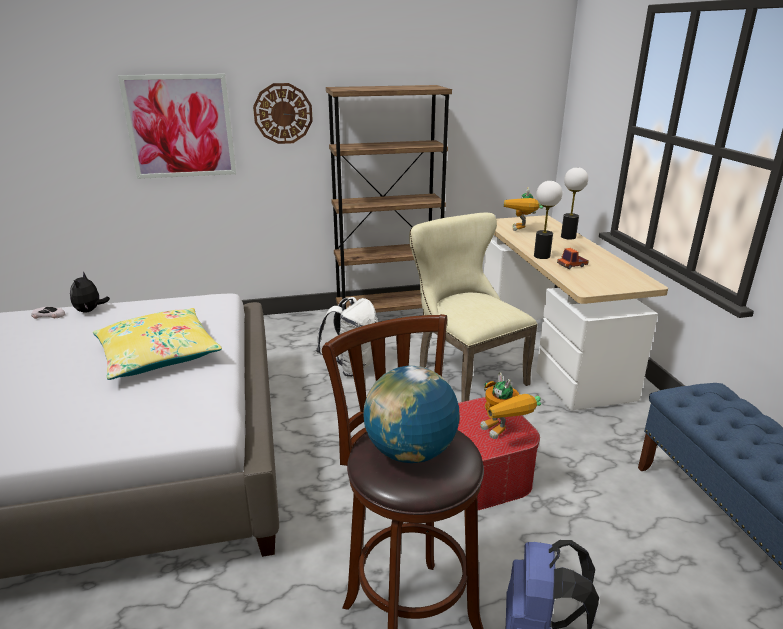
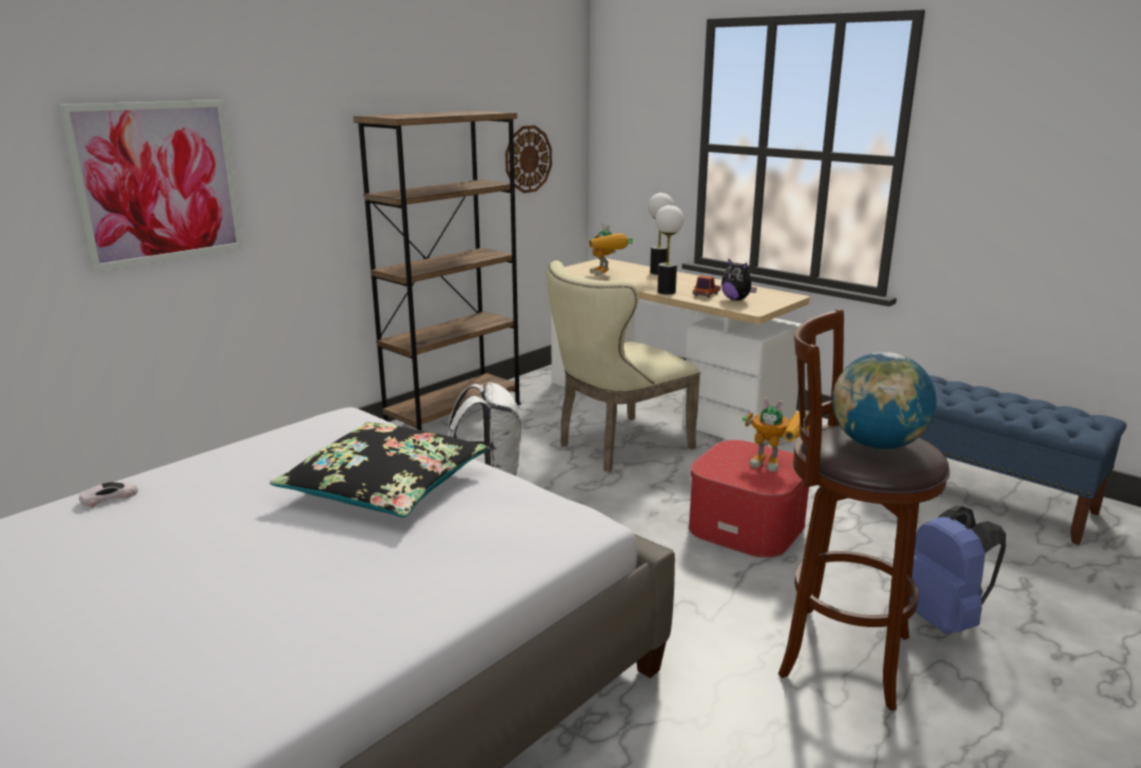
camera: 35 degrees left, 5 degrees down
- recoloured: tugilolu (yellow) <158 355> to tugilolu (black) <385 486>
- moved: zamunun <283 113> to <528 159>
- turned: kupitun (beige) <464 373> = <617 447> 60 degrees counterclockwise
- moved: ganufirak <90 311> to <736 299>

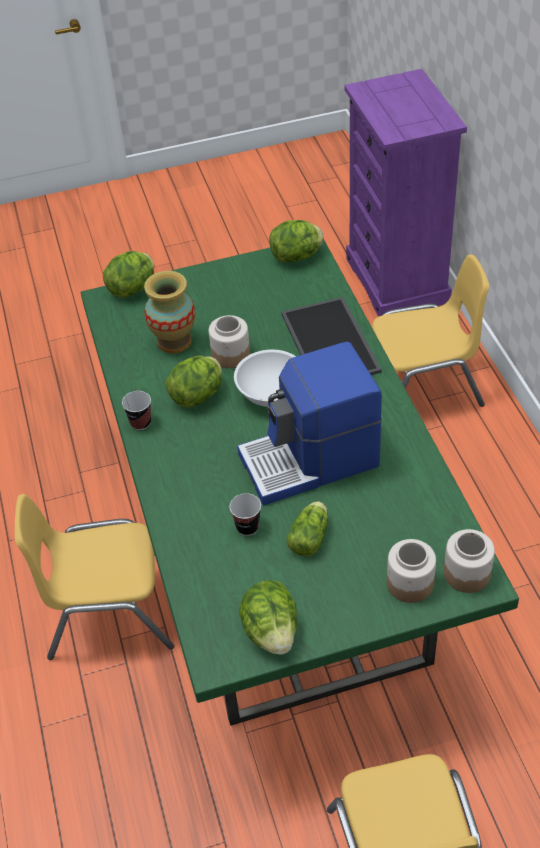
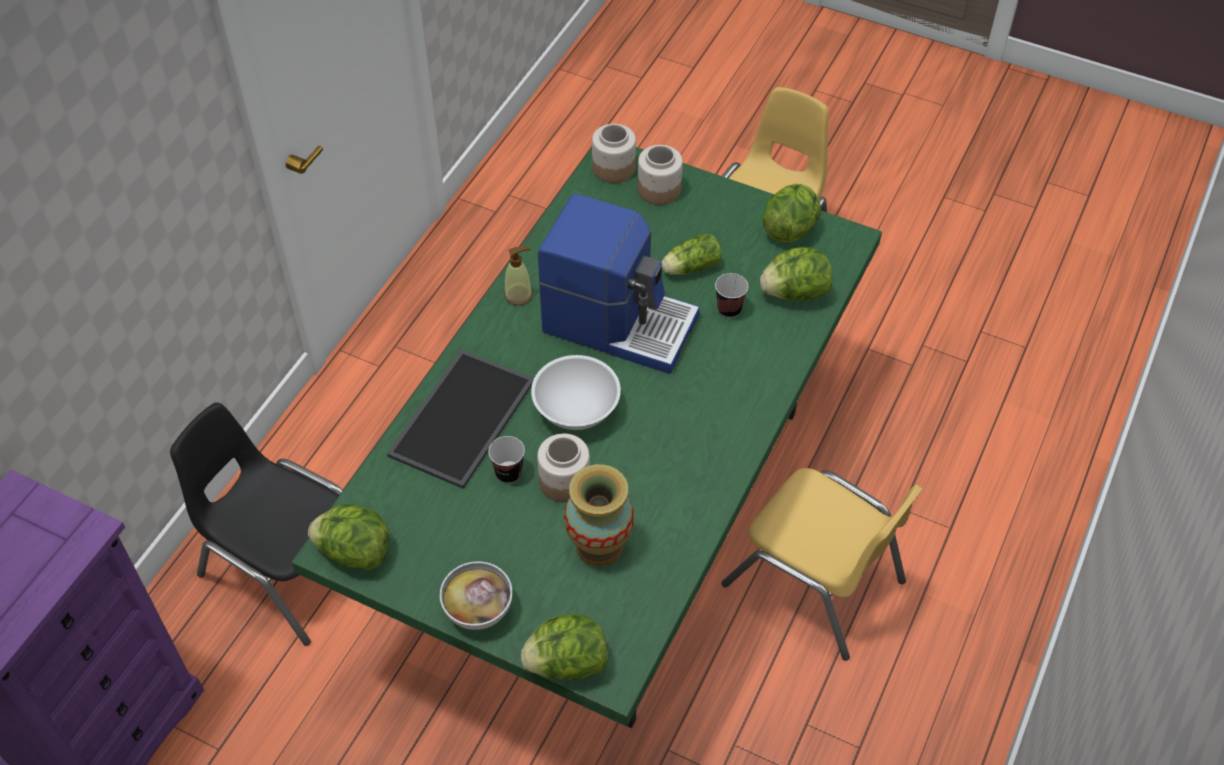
camera: 140 degrees left, 5 degrees up
- recoloured: kupitun (yellow) <422 388> to kupitun (black) <288 565>
- added: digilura <478 611>
- moved: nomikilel <140 423> to <508 473>
- added: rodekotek <518 295>
- moved: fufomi <198 395> to <794 293>

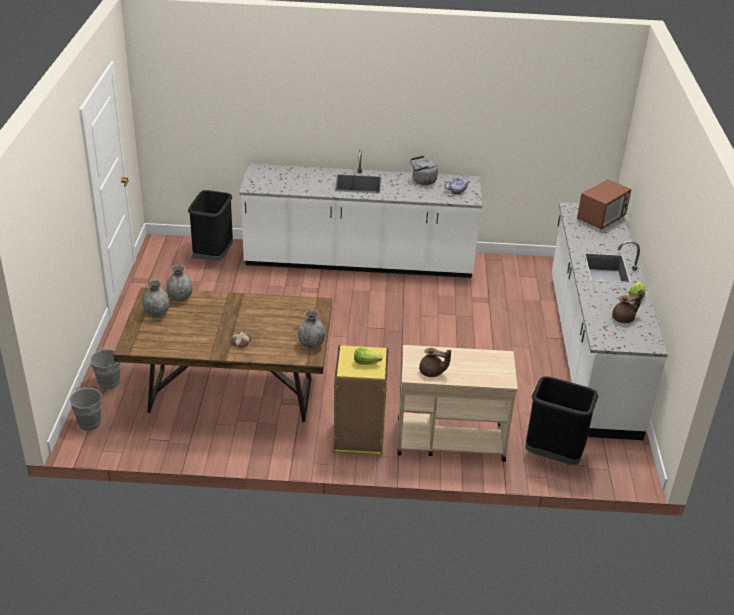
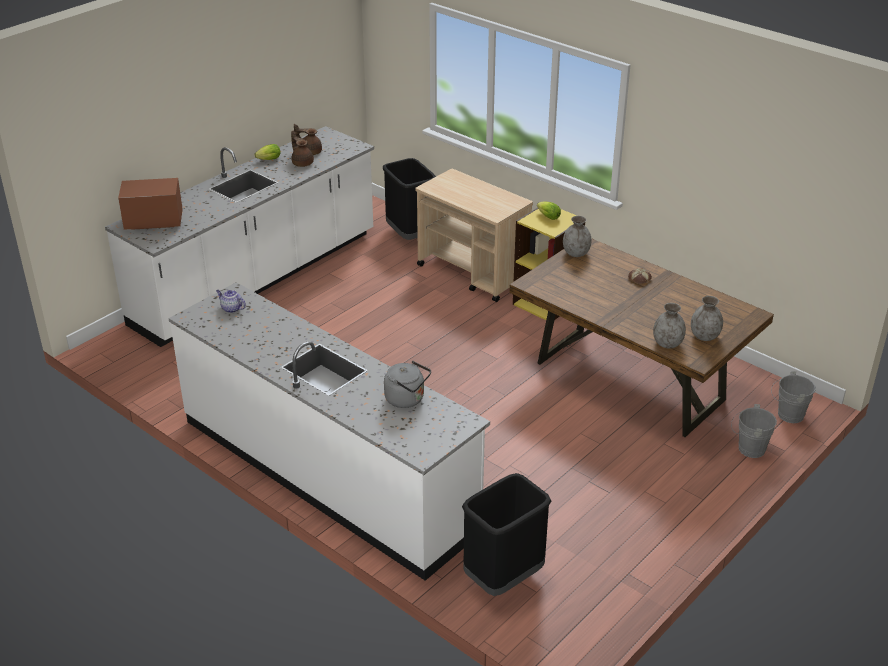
camera: 140 degrees left, 0 degrees up
- moved: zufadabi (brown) <432 373> to <302 163>
- moved: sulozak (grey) <422 181> to <407 399>

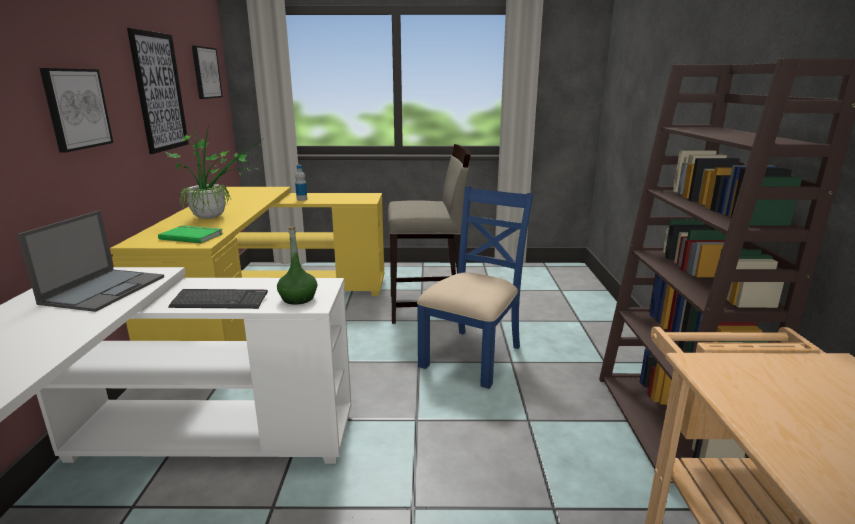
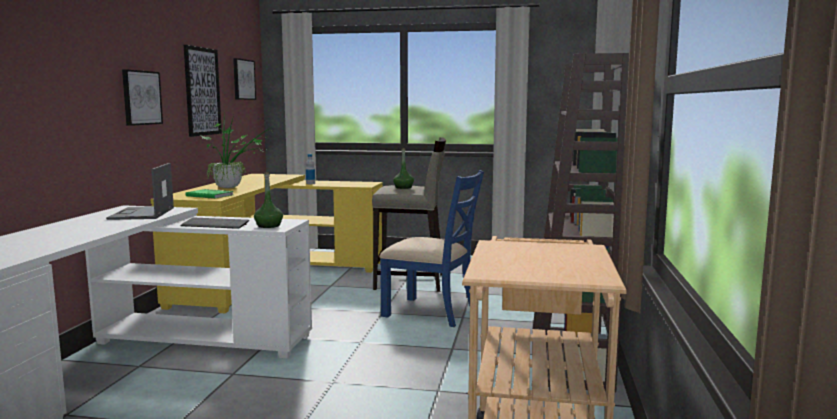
camera: 10 degrees right, 10 degrees down
- turned: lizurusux <105 289> = <142 214> 150 degrees clockwise
- turned: kupitun (blue) <473 356> = <431 312> 75 degrees clockwise
- added: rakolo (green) <403 187>

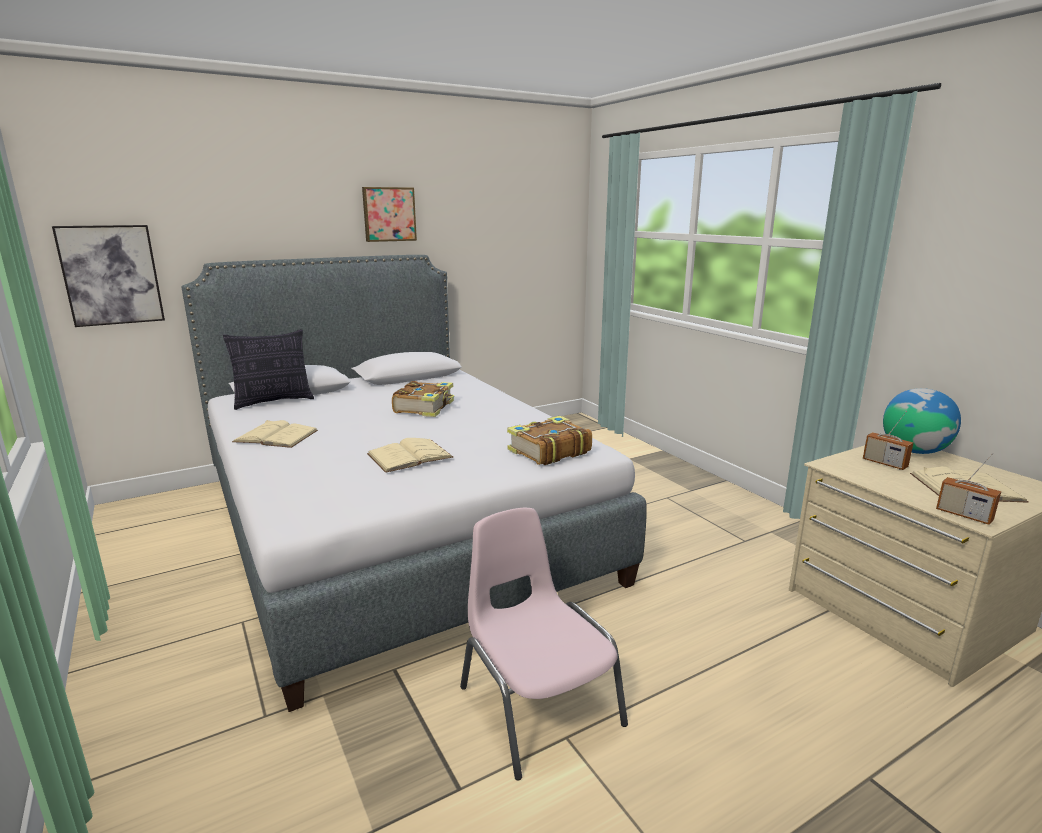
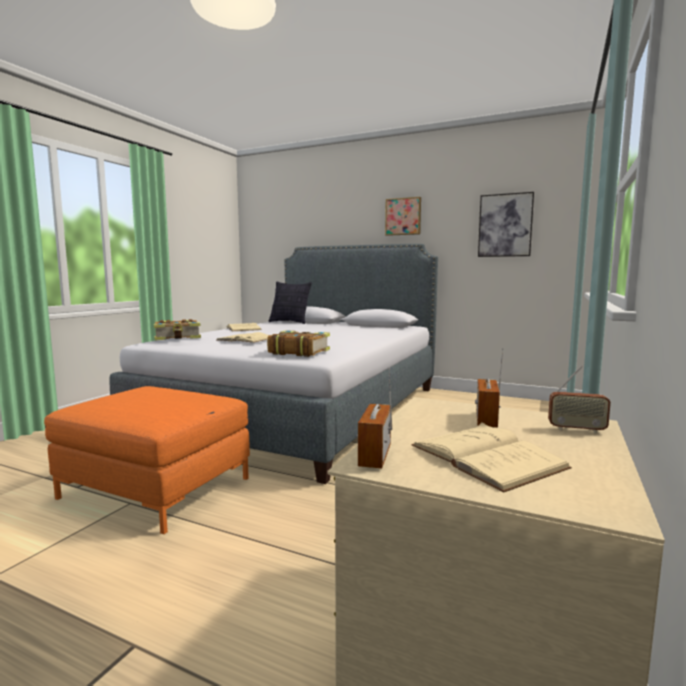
camera: 55 degrees right, 10 degrees down
- replaced: kupitun (pink) <538 704> to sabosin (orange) <157 488>
- moved: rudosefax <425 407> to <178 337>
- moved: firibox <111 275> to <505 225>
- replaced: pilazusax <914 451> to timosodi <576 429>

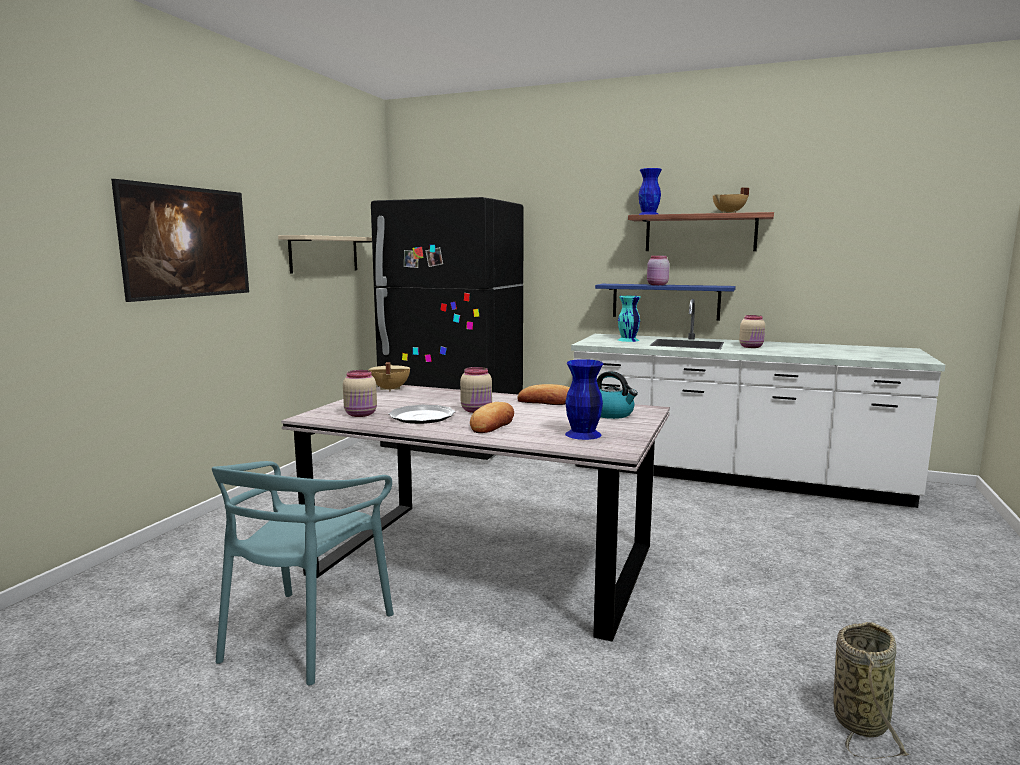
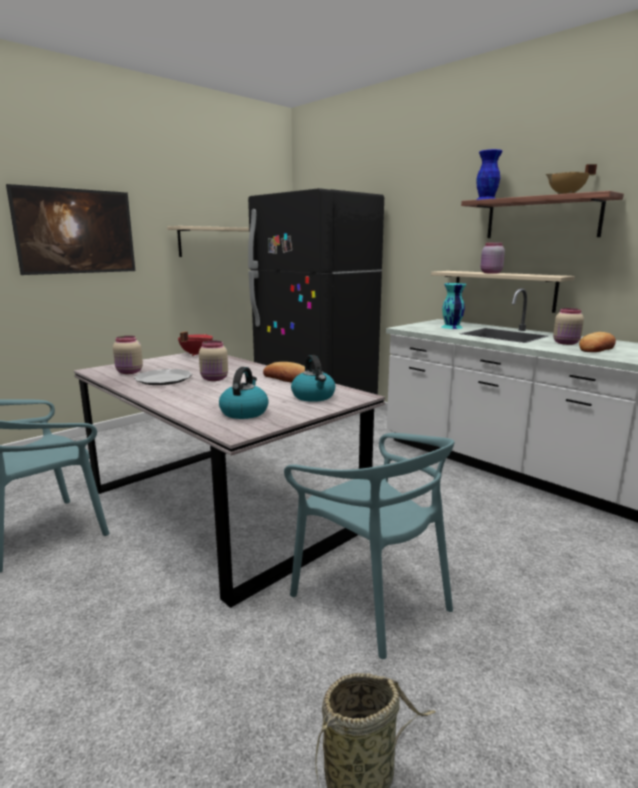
camera: 25 degrees right, 5 degrees up
- recoloured: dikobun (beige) <389 389> to dikobun (red) <195 354>
- replaced: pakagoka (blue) <582 434> to sulozak <244 412>
- added: kupitun (turquoise) <372 598>
- recoloured: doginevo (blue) <665 301> to doginevo (beige) <503 290>
- moved: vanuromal <493 424> to <597 348>

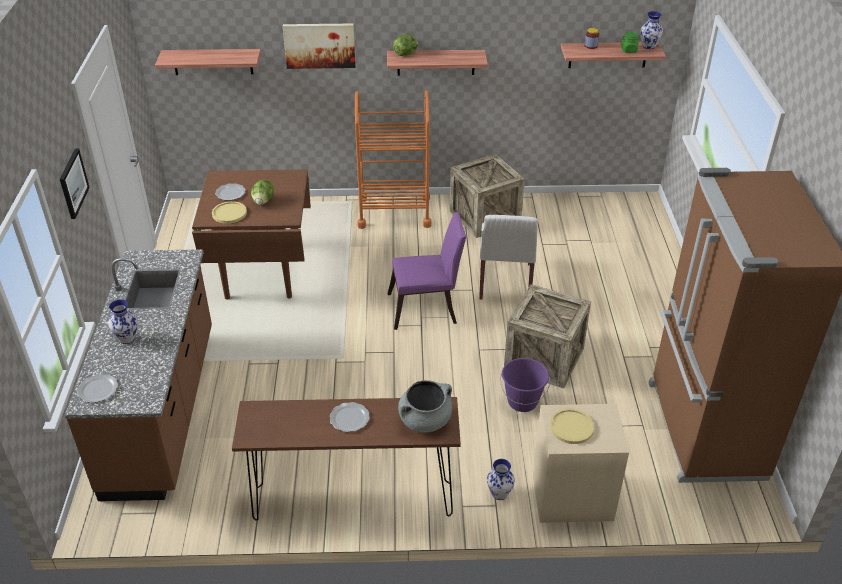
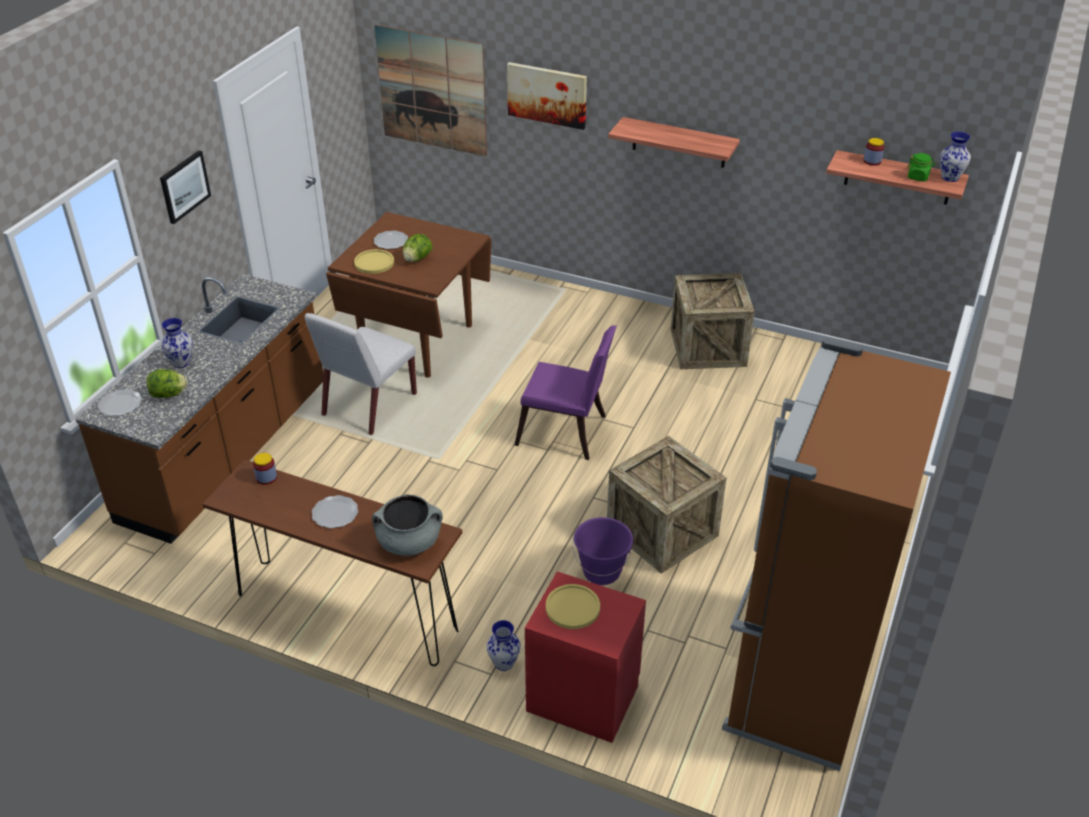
camera: 25 degrees right, 0 degrees up
- moved: fufomi <406 54> to <169 395>
- added: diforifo <266 477>
- moved: kupitun (white) <505 282> to <368 405>
- replaced: doginevo <212 61> to firibox <432 91>
- recoloured: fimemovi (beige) <572 496> to fimemovi (red) <583 697>
- removed: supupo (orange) <394 212>

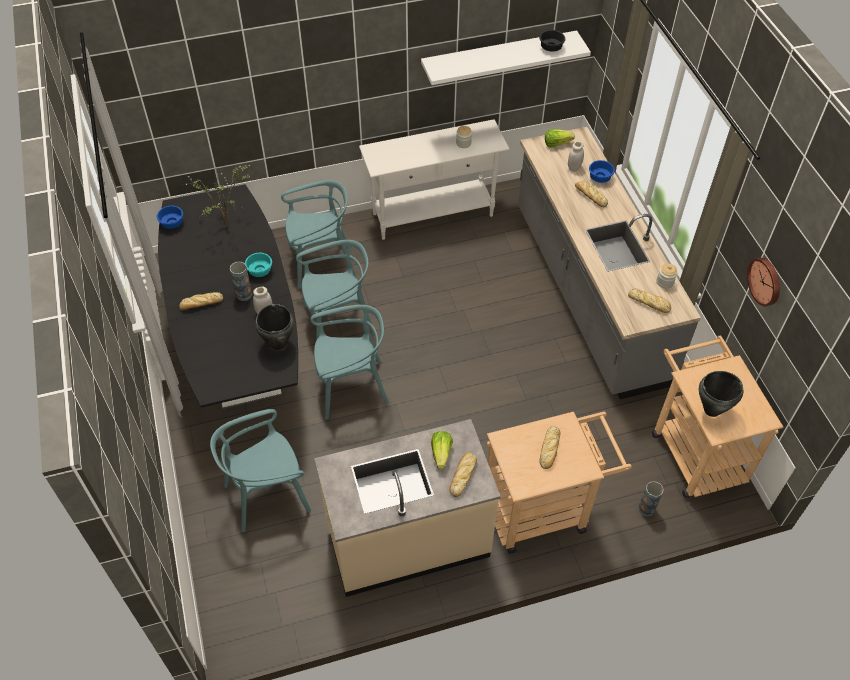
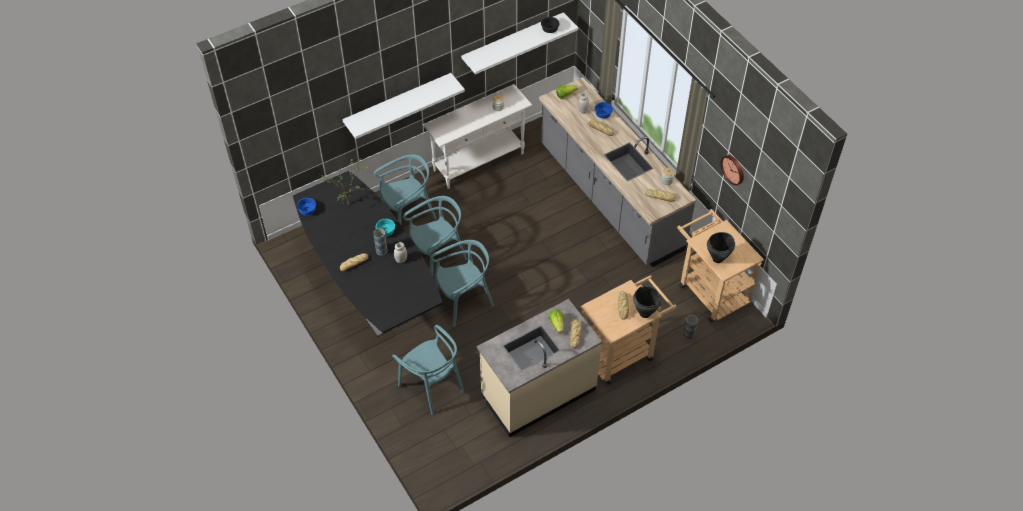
camera: 15 degrees left, 0 degrees up
- added: doginevo (white) <398 103>
- turned: kupitun (turquoise) <267 494> = <432 386> 90 degrees counterclockwise
- moved: dikobun (black) <278 344> to <644 313>

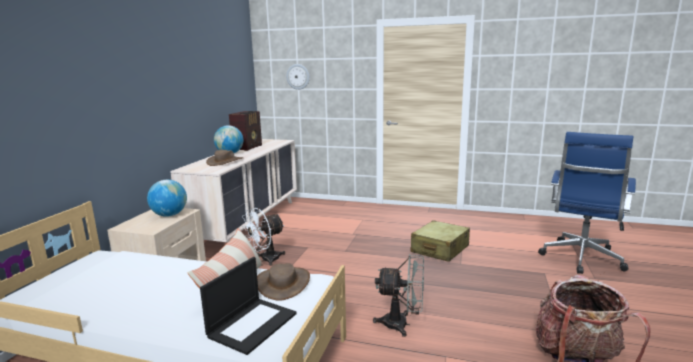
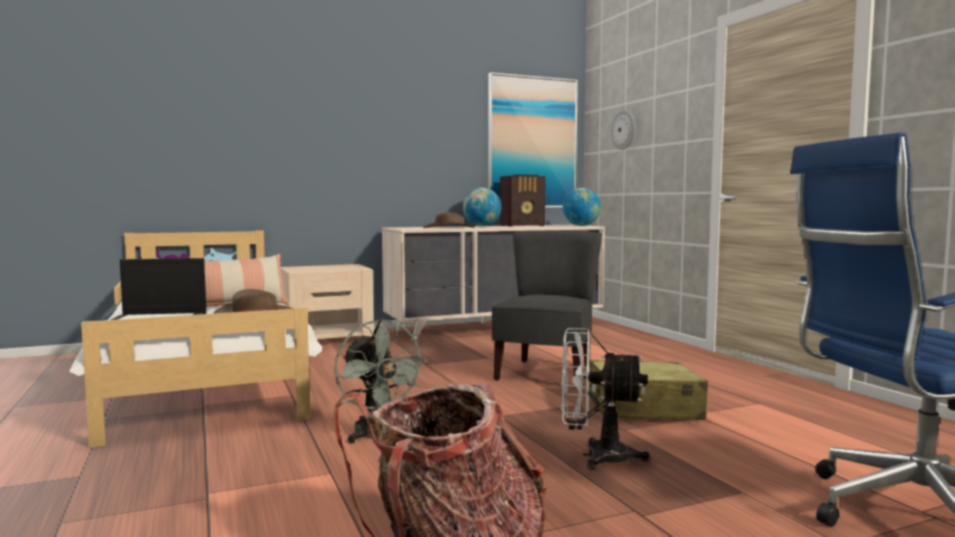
camera: 50 degrees right, 10 degrees down
- added: firibox <532 142>
- added: kupitun (grey) <546 374>
- moved: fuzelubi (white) <266 260> to <596 456>
- moved: pilazusax <169 215> to <581 225>

